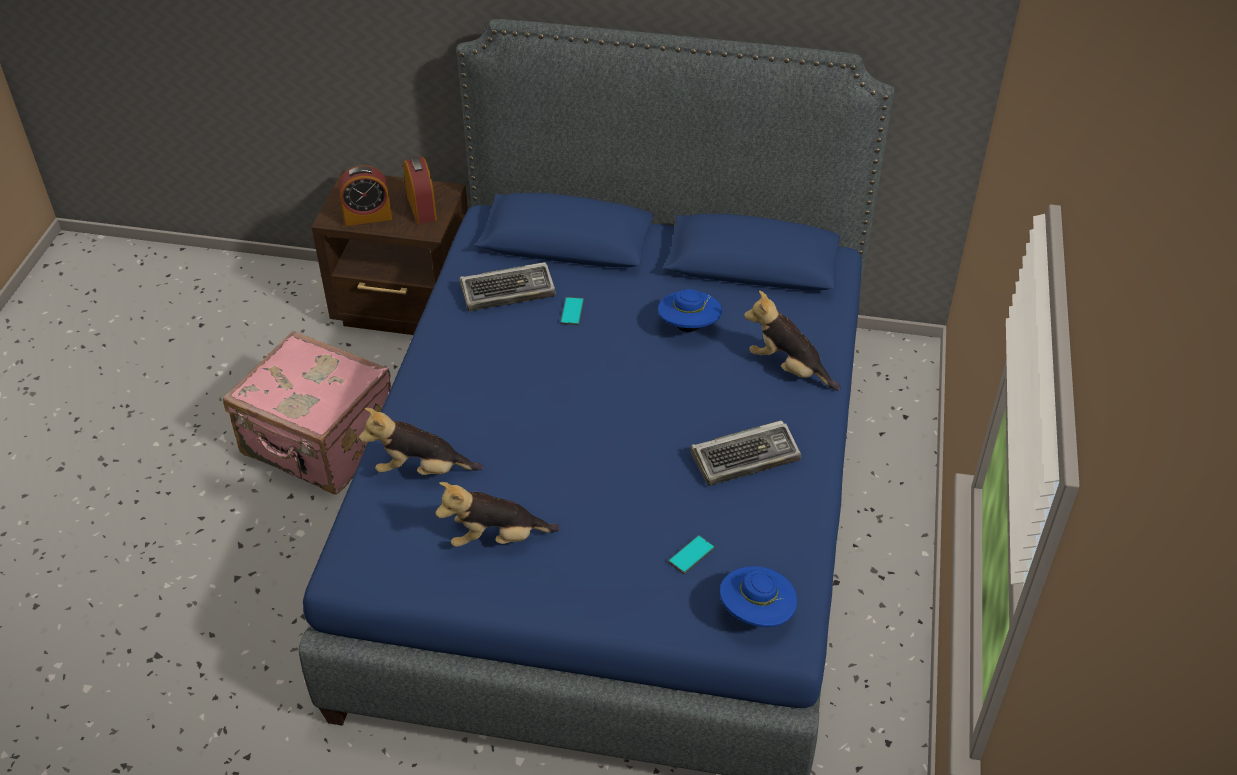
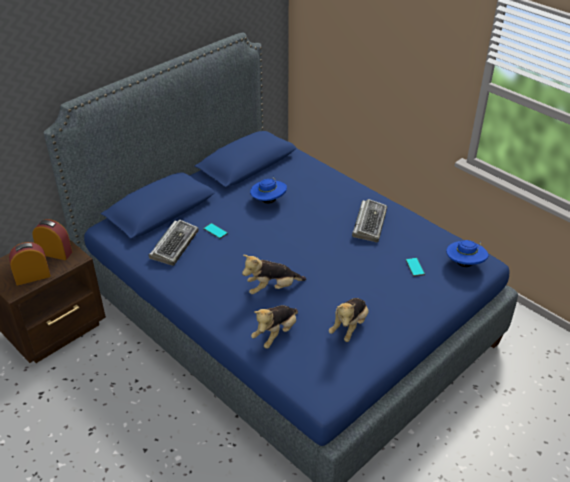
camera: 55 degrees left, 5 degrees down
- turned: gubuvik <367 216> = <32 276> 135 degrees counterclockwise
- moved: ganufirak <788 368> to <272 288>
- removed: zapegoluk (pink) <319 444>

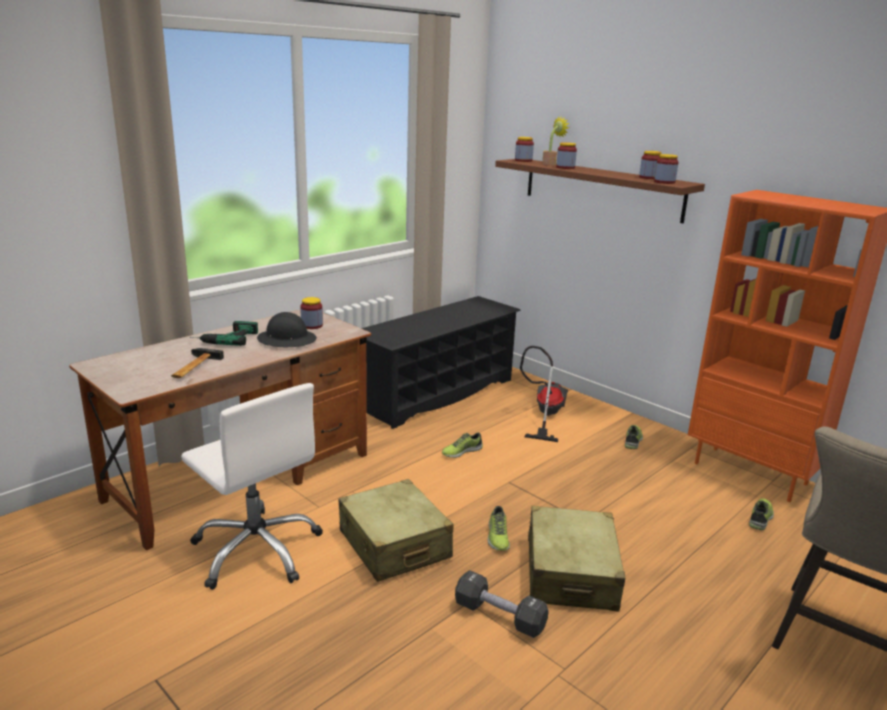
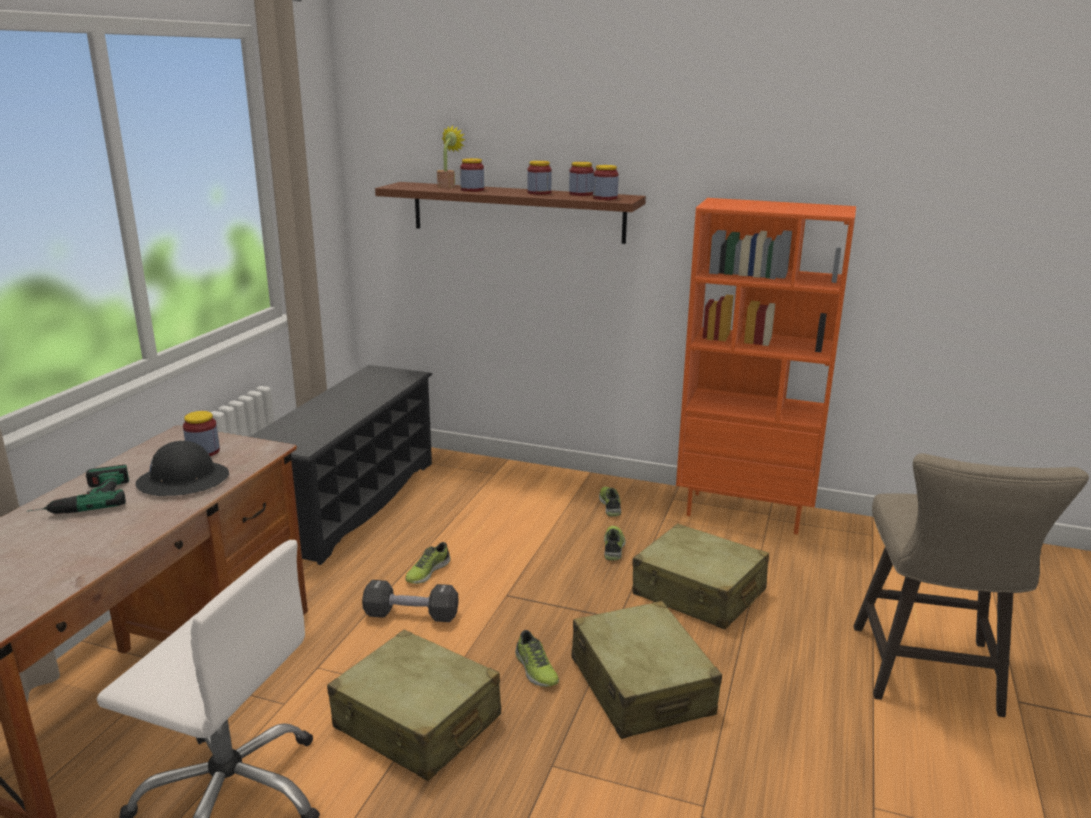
camera: 25 degrees left, 0 degrees up
- moved: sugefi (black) <499 616> to <411 615>
- moved: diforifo <523 160> to <539 193>
- moved: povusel <761 518> to <614 547>
- added: zapegoluk (beige) <699 593>
- removed: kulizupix <192 367>
- removed: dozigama <544 414>

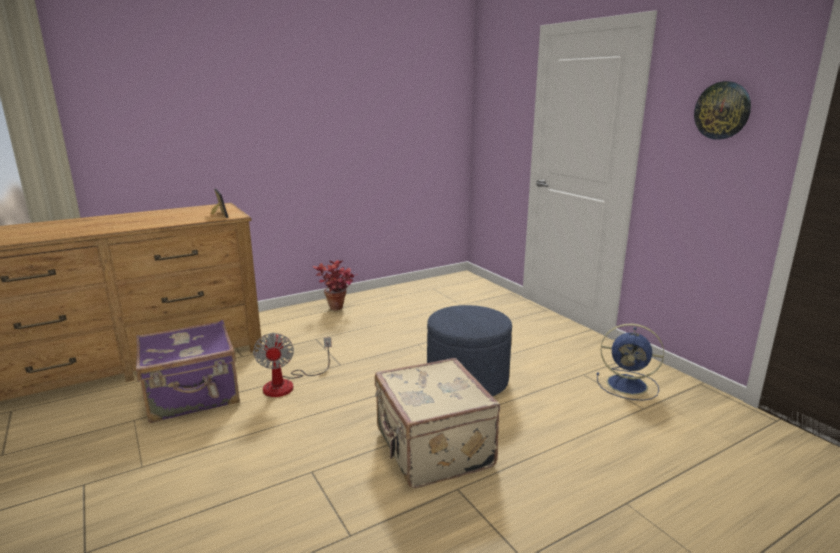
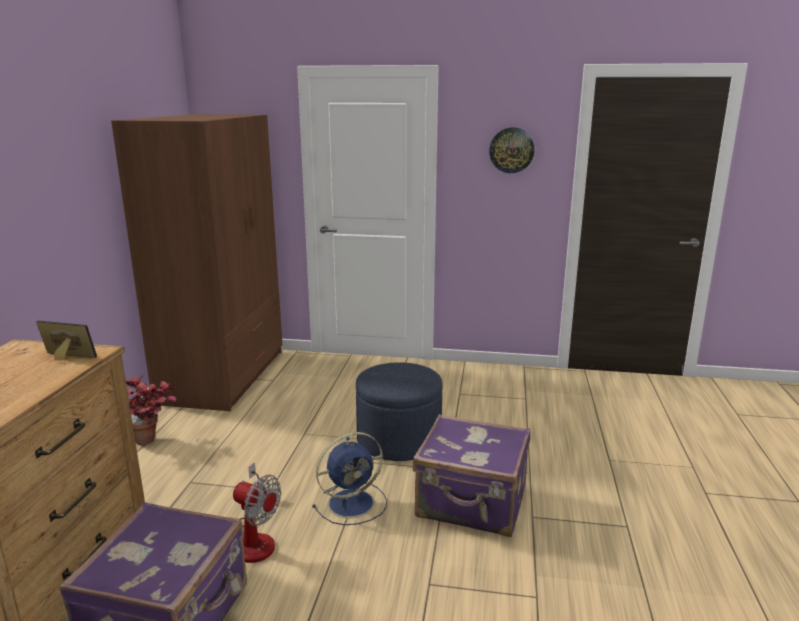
camera: 50 degrees left, 0 degrees up
- added: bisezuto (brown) <224 376>
- moved: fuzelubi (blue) <629 385> to <353 503>
- recoloured: zapegoluk (beige) <432 449> to zapegoluk (purple) <472 504>

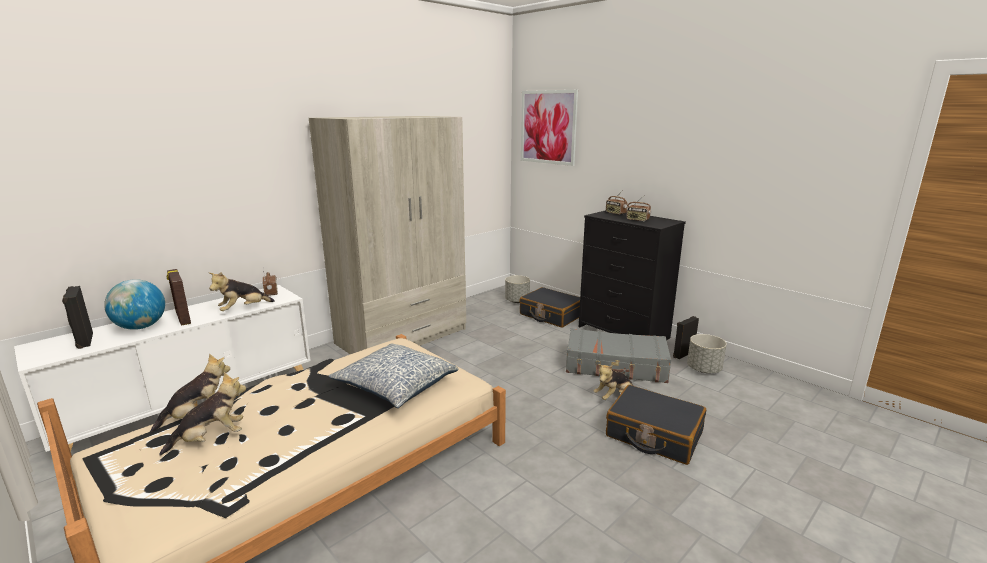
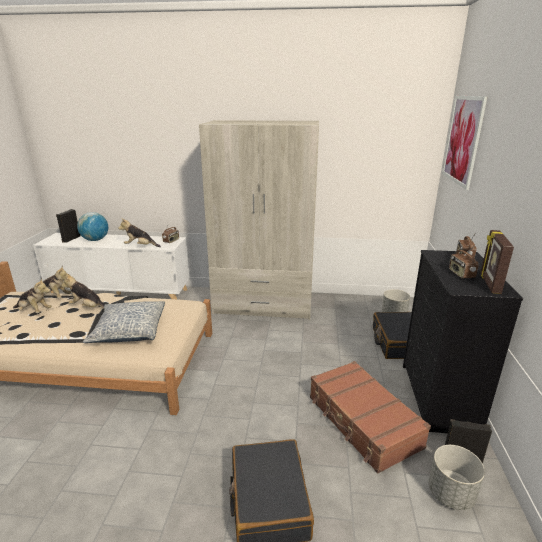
camera: 50 degrees right, 5 degrees up
- moved: ganufirak <613 396> to <88 307>
- recoloured: zapegoluk (grey) <616 366> to zapegoluk (brown) <362 422>
- moved: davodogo <182 318> to <489 283>

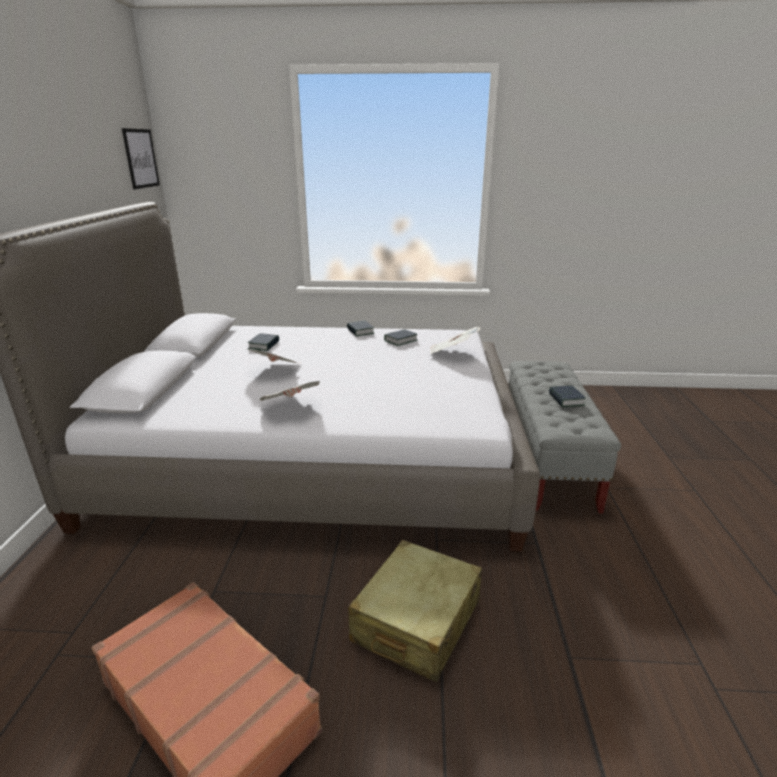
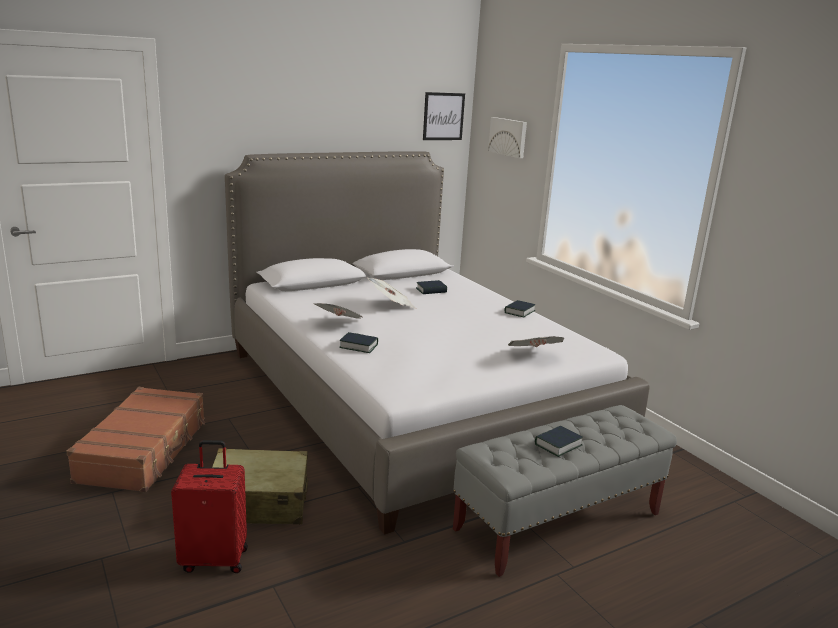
camera: 55 degrees right, 5 degrees down
- added: zapegoluk (red) <215 559>
- moved: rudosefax <400 340> to <358 346>
- added: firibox <508 137>

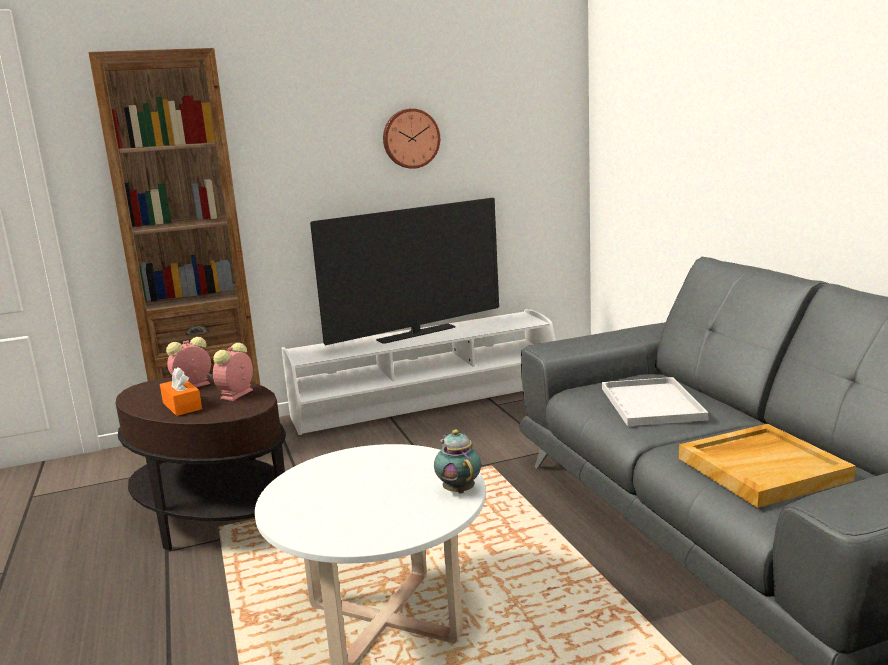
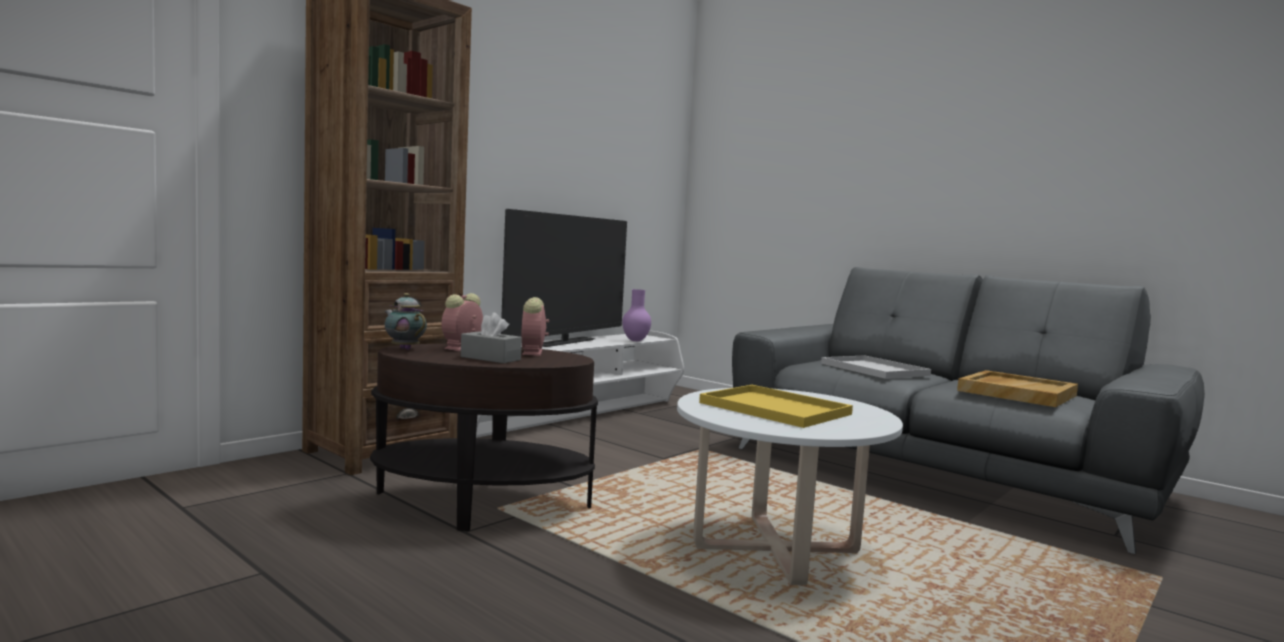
camera: 30 degrees left, 10 degrees down
- moved: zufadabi <458 489> to <404 349>
- recoloured: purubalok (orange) <182 406> to purubalok (grey) <490 358>
- added: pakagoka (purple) <636 340>
- added: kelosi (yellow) <771 408>
- removed: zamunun <410 138>

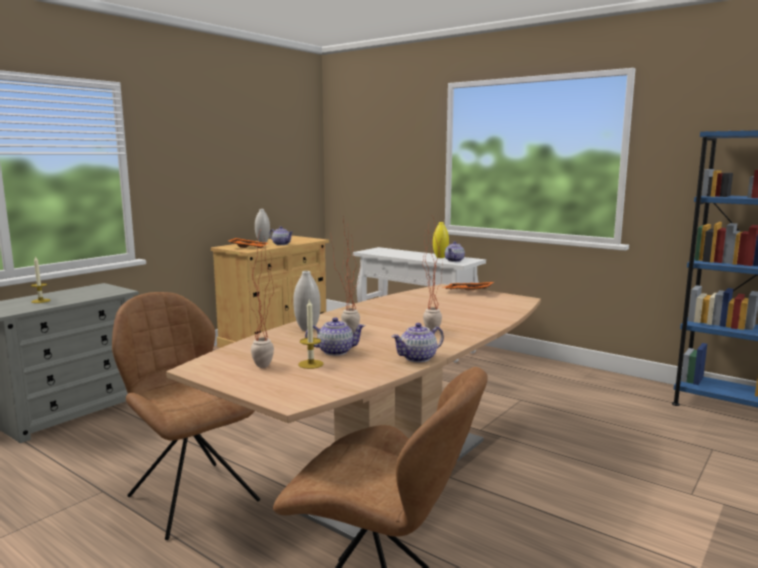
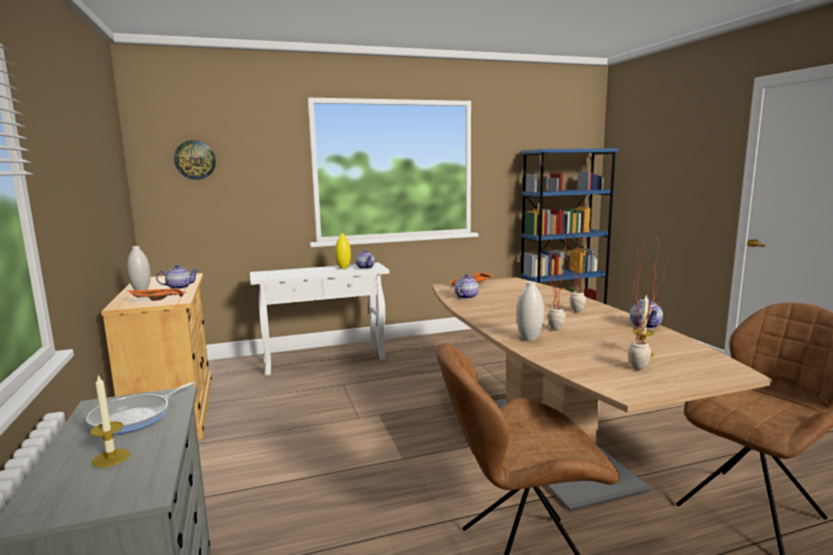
camera: 55 degrees left, 0 degrees up
- added: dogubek <135 417>
- added: zamunun <195 160>
- moved: zufadabi <335 351> to <466 297>

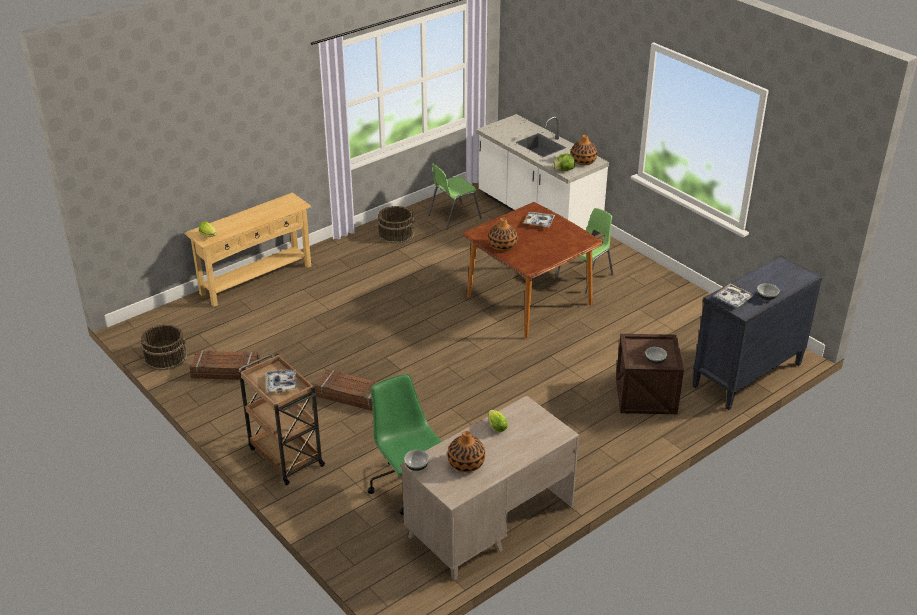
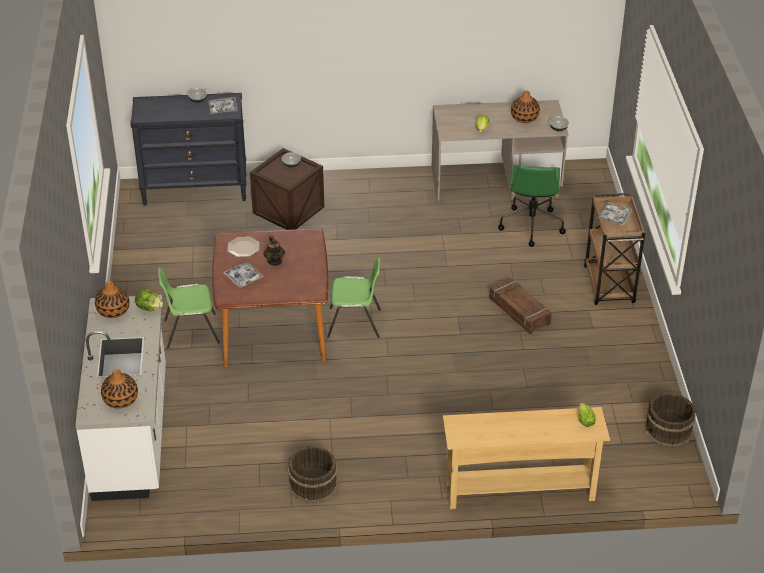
camera: 145 degrees left, 5 degrees up
- moved: pakagoka <502 246> to <120 400>
- added: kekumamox <243 248>
- added: zufadabi <274 261>
- moved: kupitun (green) <453 216> to <355 323>
- removed: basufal <226 371>

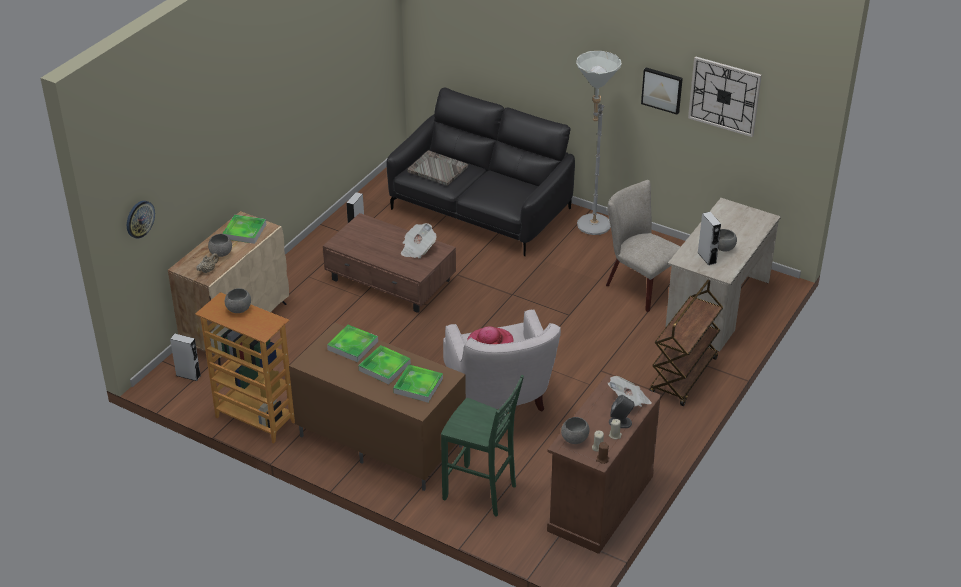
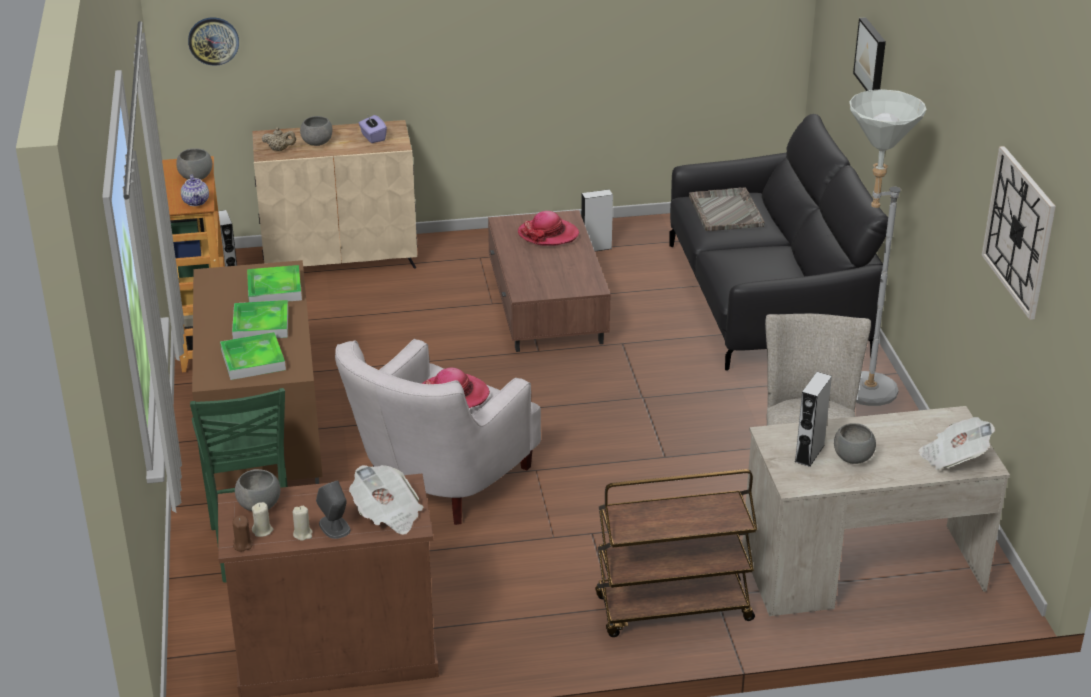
camera: 50 degrees right, 5 degrees down
- added: zufadabi <196 202>
- replaced: kelosi <244 231> to purubalok (purple) <373 137>
- added: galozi <548 234>
- moved: firibox <662 89> to <872 57>
- moved: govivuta <417 249> to <953 458>

